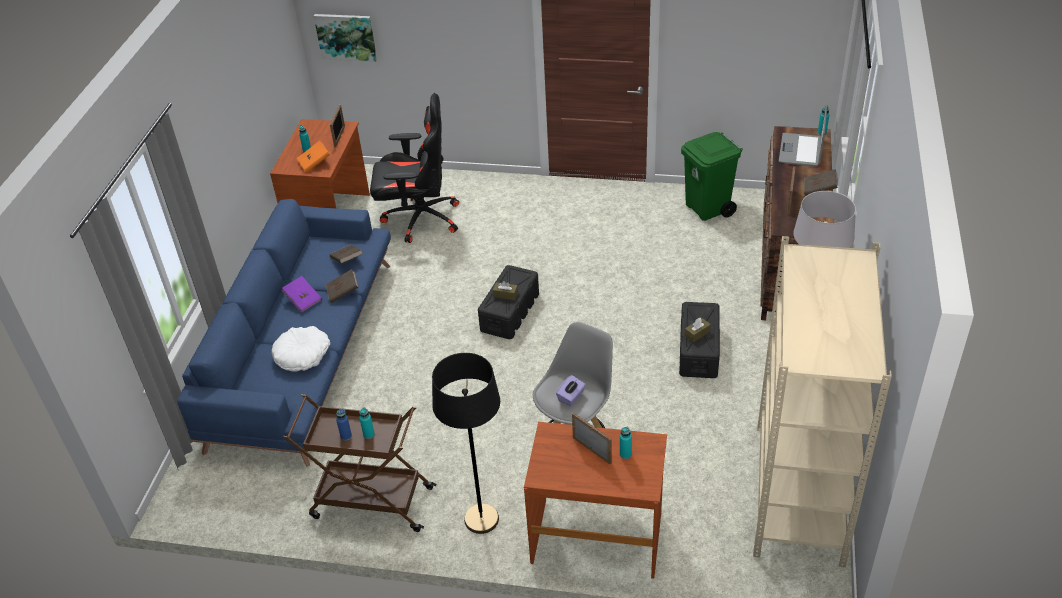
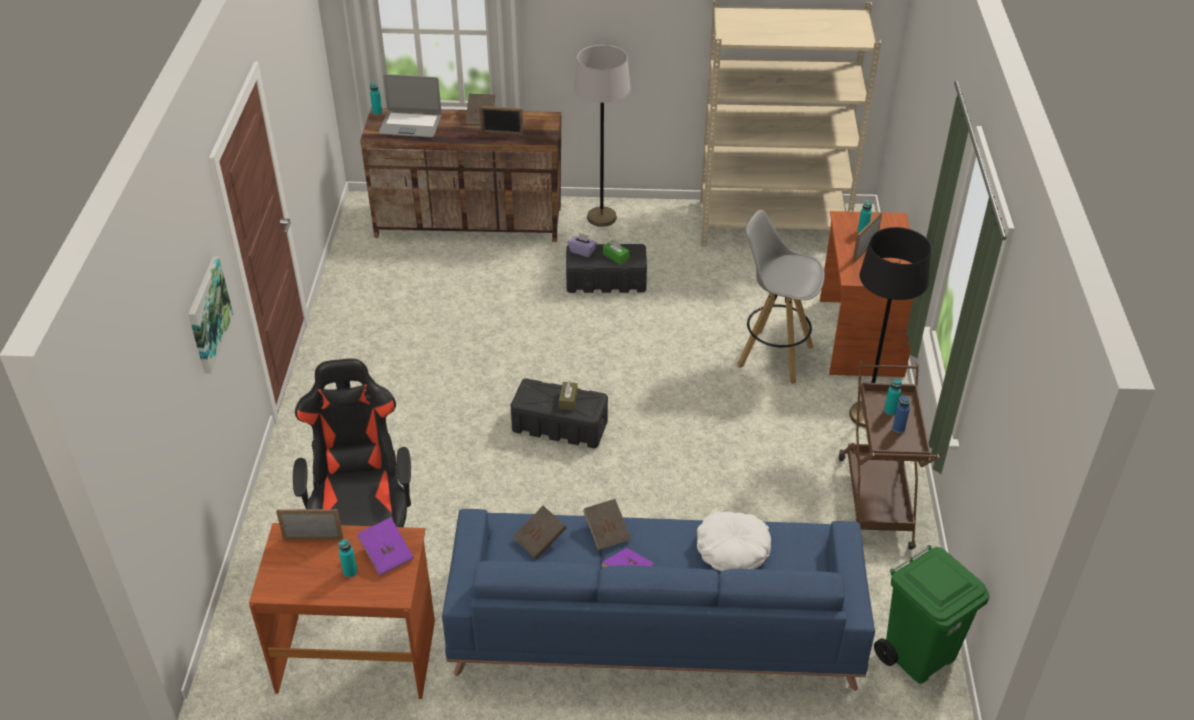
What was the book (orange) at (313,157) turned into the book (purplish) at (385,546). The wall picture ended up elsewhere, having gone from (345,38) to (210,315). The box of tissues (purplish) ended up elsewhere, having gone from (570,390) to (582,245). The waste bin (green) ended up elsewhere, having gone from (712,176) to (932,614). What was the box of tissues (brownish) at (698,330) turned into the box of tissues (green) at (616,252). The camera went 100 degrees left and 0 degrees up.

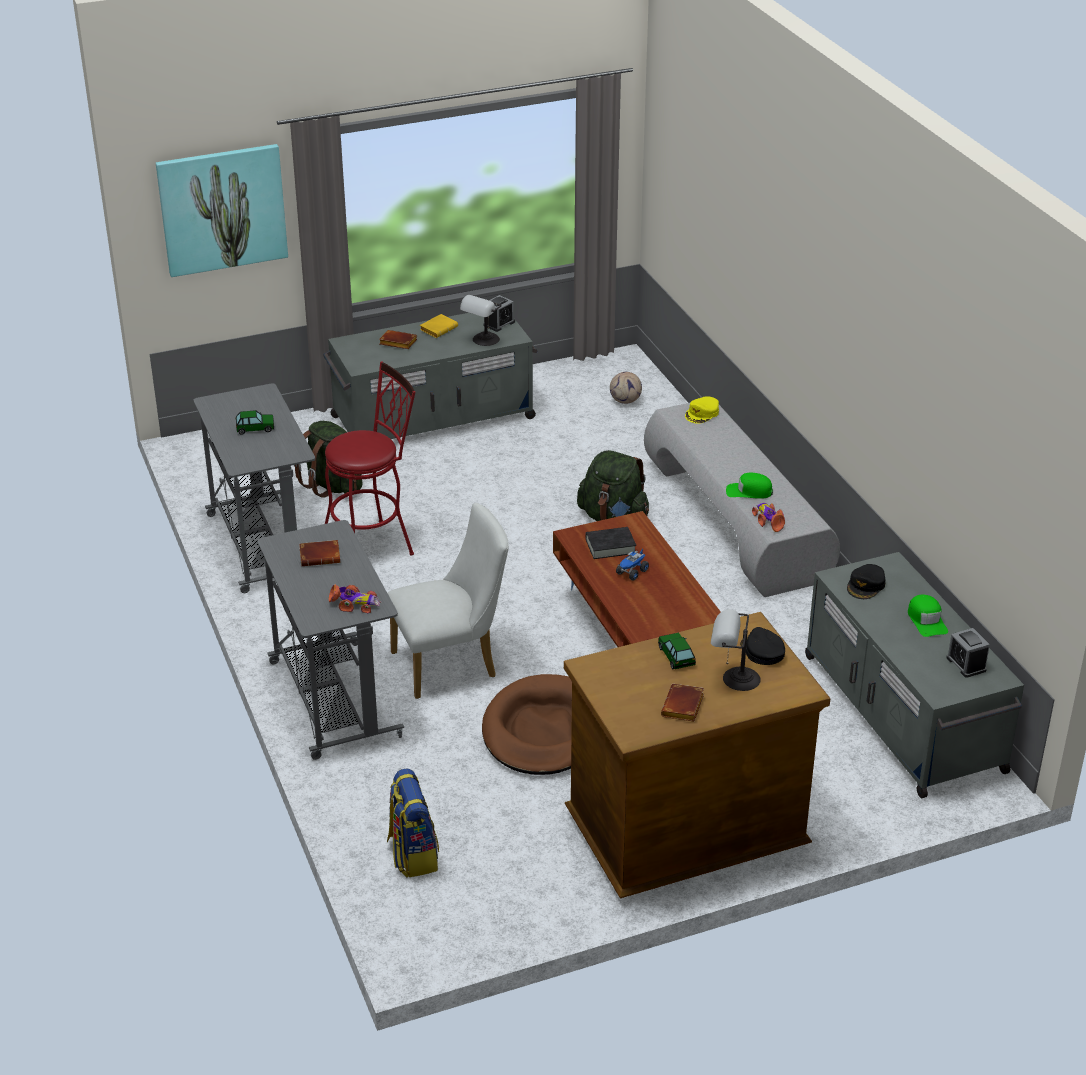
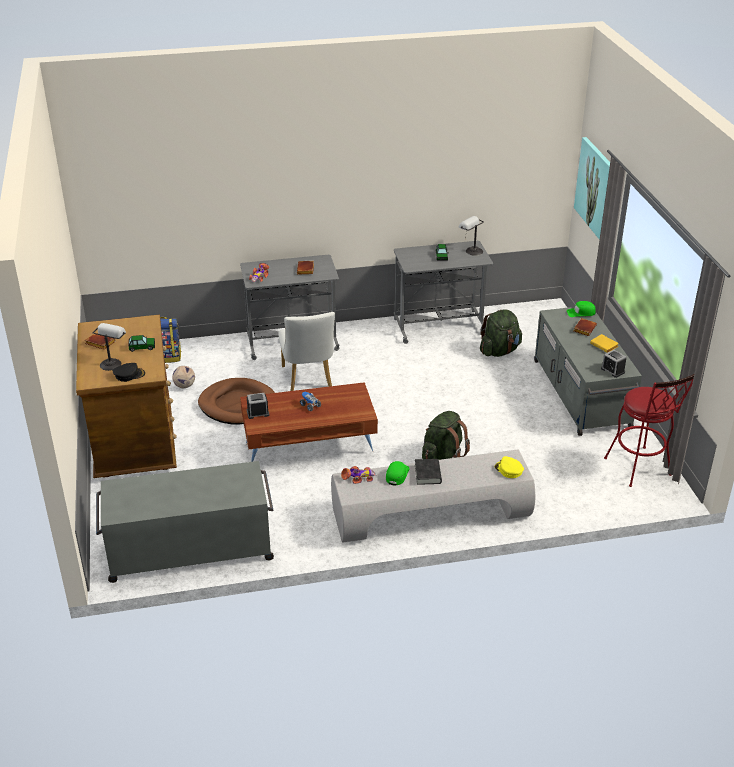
The stool seat (red) ended up elsewhere, having gone from (370,458) to (649,430). The tabletop lamp ended up elsewhere, having gone from (481,320) to (471,236). The book (black-coloured) ended up elsewhere, having gone from (610,543) to (428,472). The football ended up elsewhere, having gone from (626,388) to (183,377). The second view lost the cap (black-coloured) at (866,581). The cap (green) ended up elsewhere, having gone from (928,616) to (581,309). The table clock ended up elsewhere, having gone from (968,653) to (258,406). The camera went 100 degrees right and 0 degrees up.

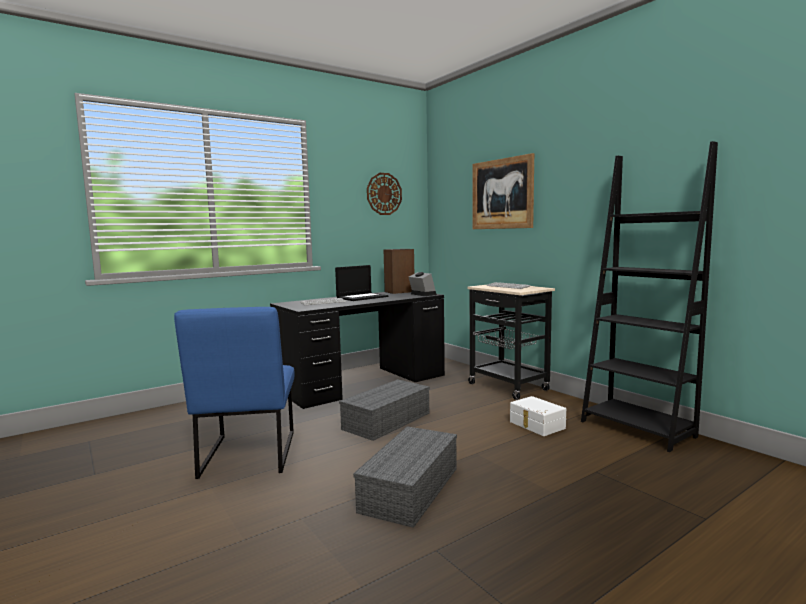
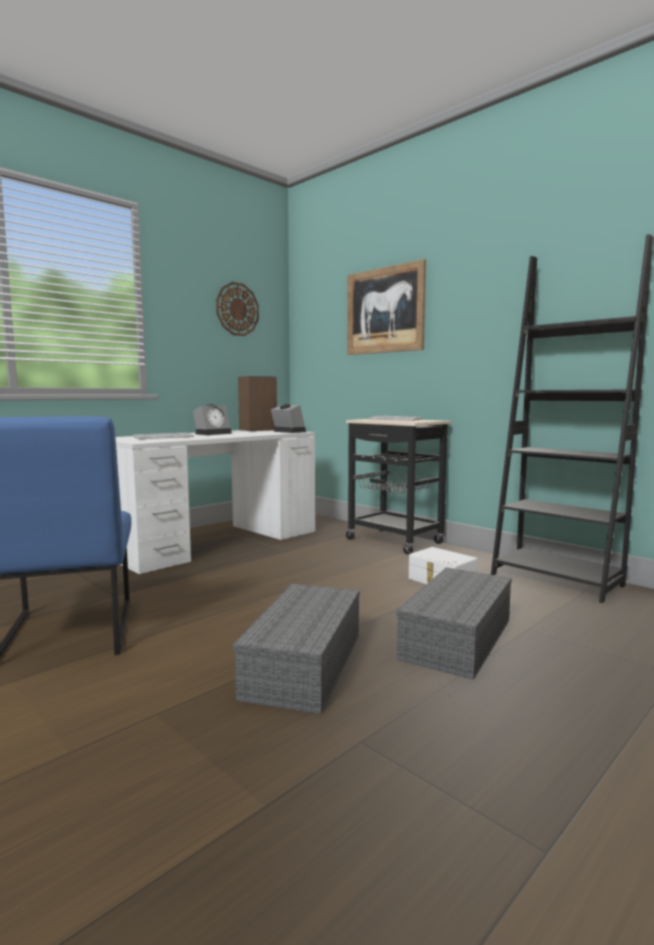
What was the desk unit (black-coloured) at (357,350) turned into the desk unit (white) at (215,502). Where the portable computer stood at (361,283), the table clock came to stand at (212,419). The storage bin (grey) ended up elsewhere, having gone from (384,410) to (454,623). The camera went 10 degrees left and 0 degrees up.

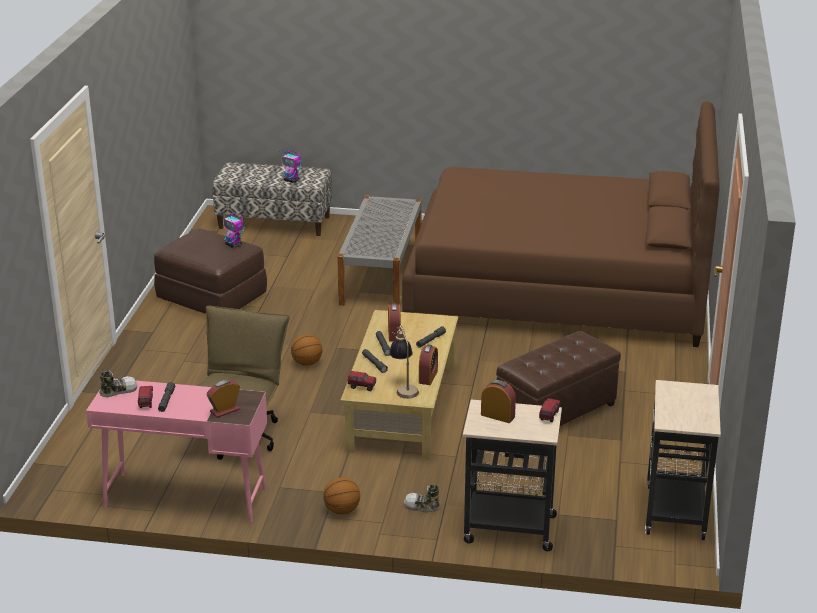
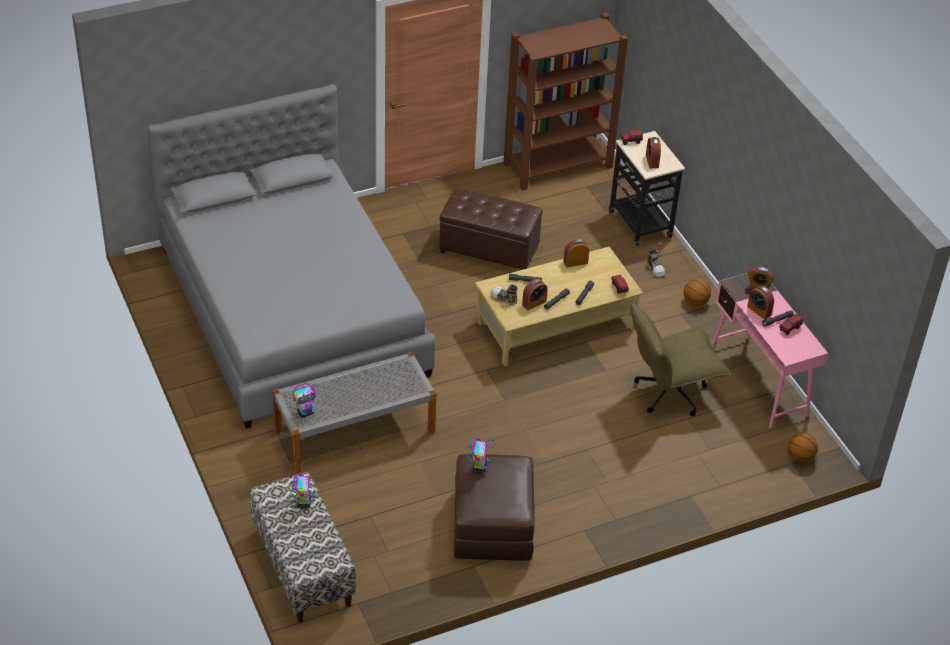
The shoe ended up elsewhere, having gone from (118,383) to (504,295). The basketball ball ended up elsewhere, having gone from (306,350) to (803,447). The second view lost the tabletop lamp at (404,362). What was the bedroom bed (brownish) at (561,224) turned into the bedroom bed (grey) at (291,256). Where the cart stood at (683,460), the bookcase (brownish) came to stand at (565,101). The second view gained the robot figure at (304,400). The second view gained the table clock at (760,303). The camera went 125 degrees left and 15 degrees up.

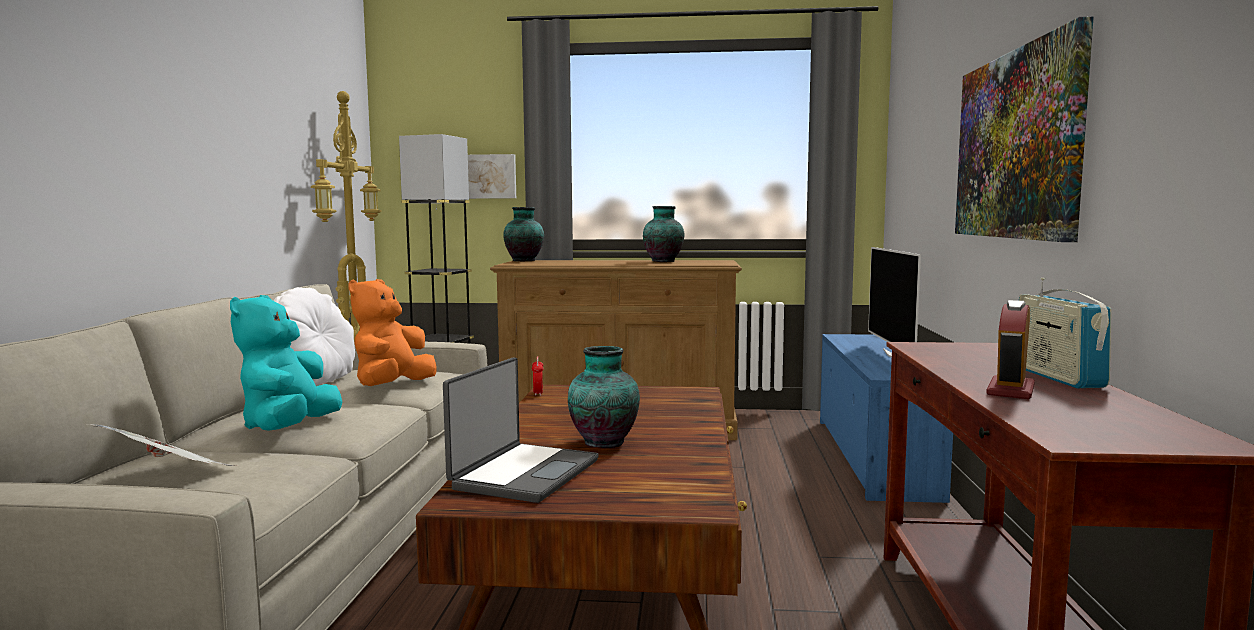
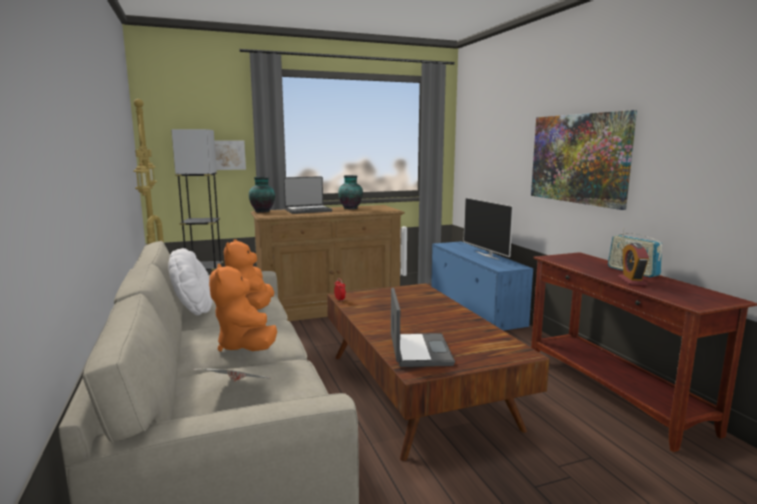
What was the soft toy (blue-green) at (286,363) turned into the soft toy (orange) at (243,307). The second view lost the decorative vase at (604,397). The second view gained the portable computer at (307,195). The camera went 25 degrees left and 5 degrees up.

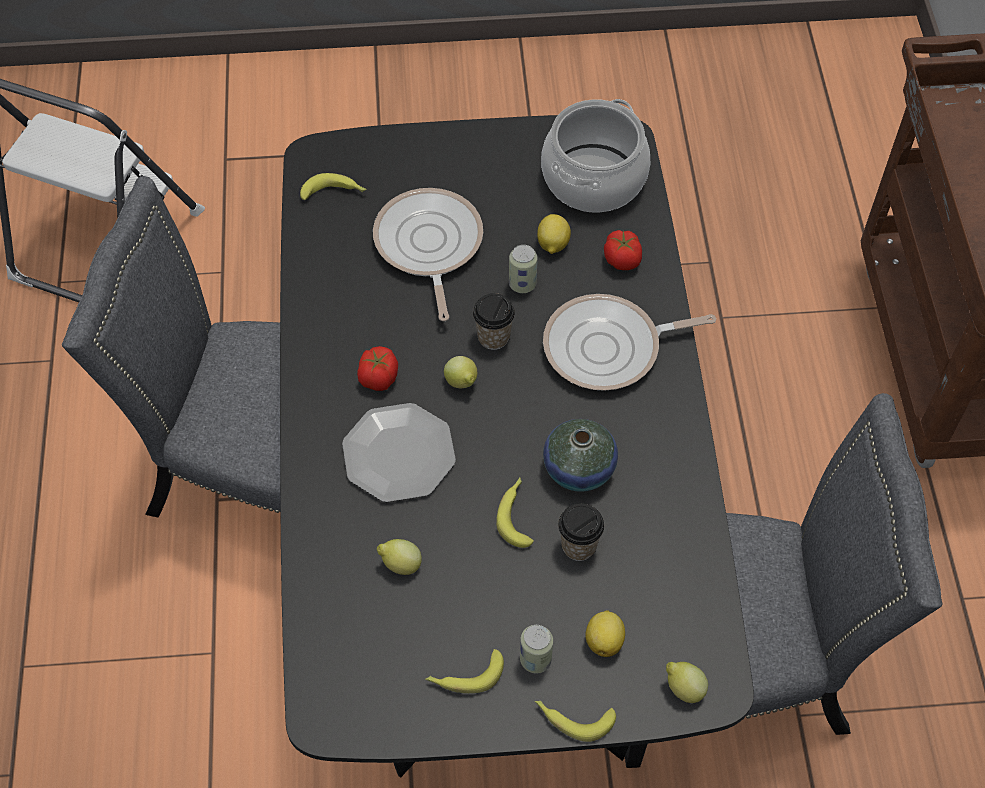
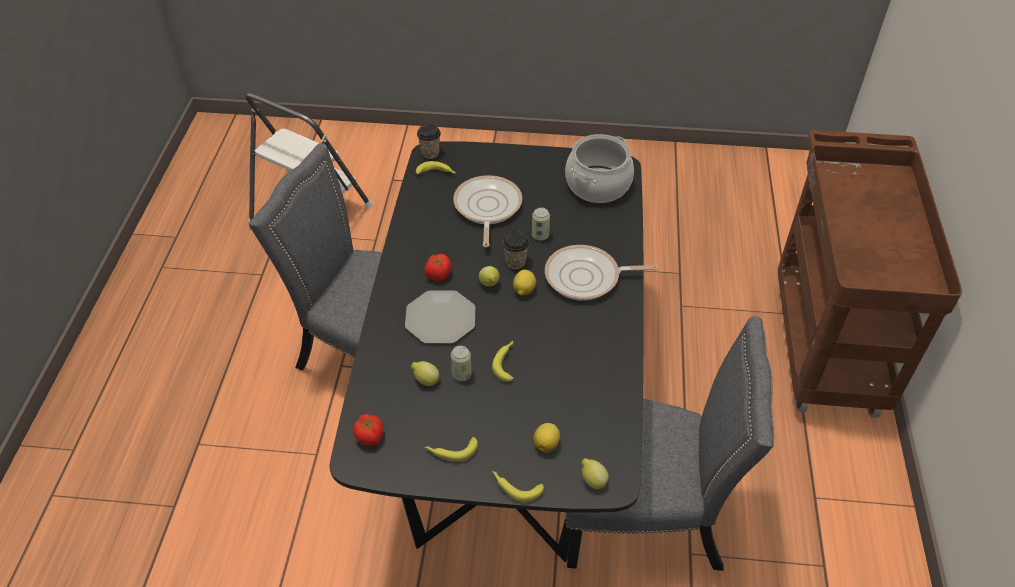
The can ended up elsewhere, having gone from (536,649) to (461,363). The lemon ended up elsewhere, having gone from (554,234) to (524,282). The second view lost the decorative vase at (580,455). The small cup ended up elsewhere, having gone from (581,532) to (429,141). The tomato ended up elsewhere, having gone from (623,250) to (368,430). The camera went 10 degrees right and 10 degrees down.

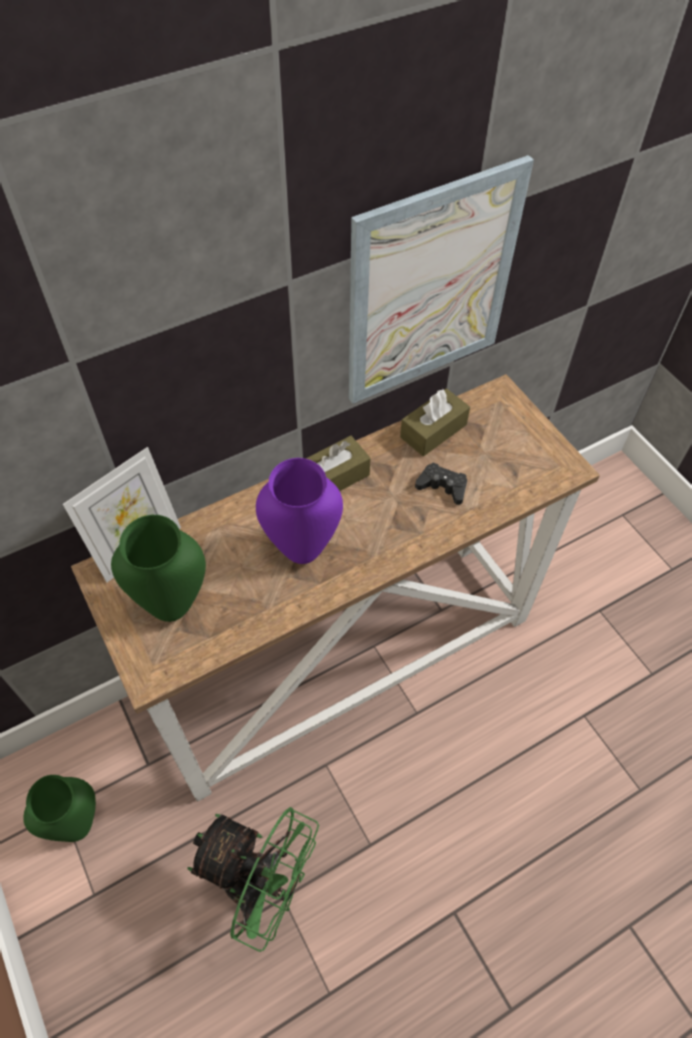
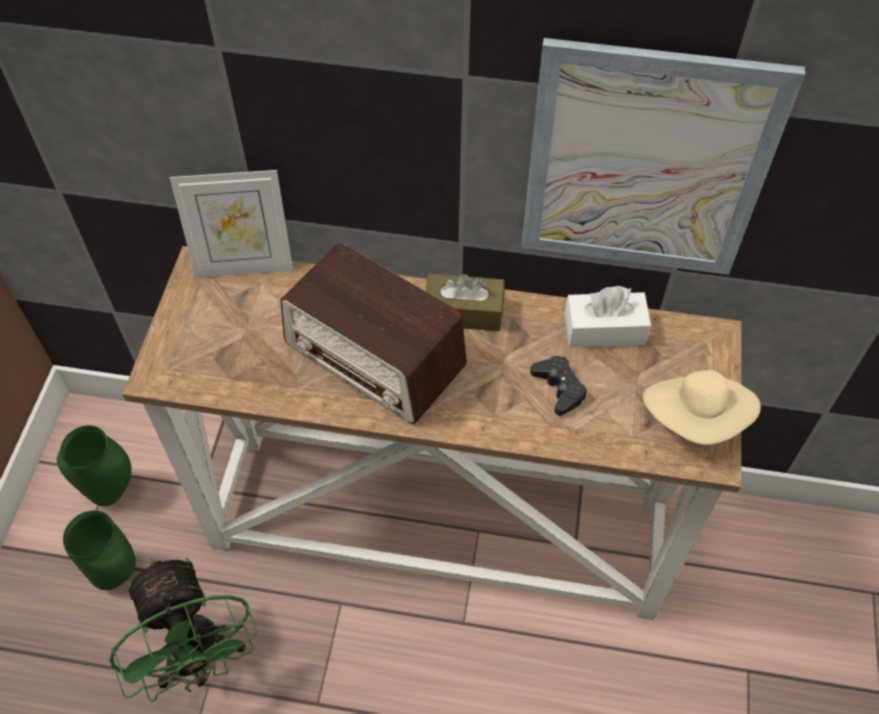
The decorative vase (green) ended up elsewhere, having gone from (158,568) to (99,550). Where the decorative vase (purplish) stood at (299,511), the radio receiver came to stand at (374,333). What was the box of tissues (brownish) at (435,422) turned into the box of tissues (white) at (607,316). The second view gained the wearable hat (beige-coloured) at (702,407). The camera went 40 degrees right and 0 degrees up.

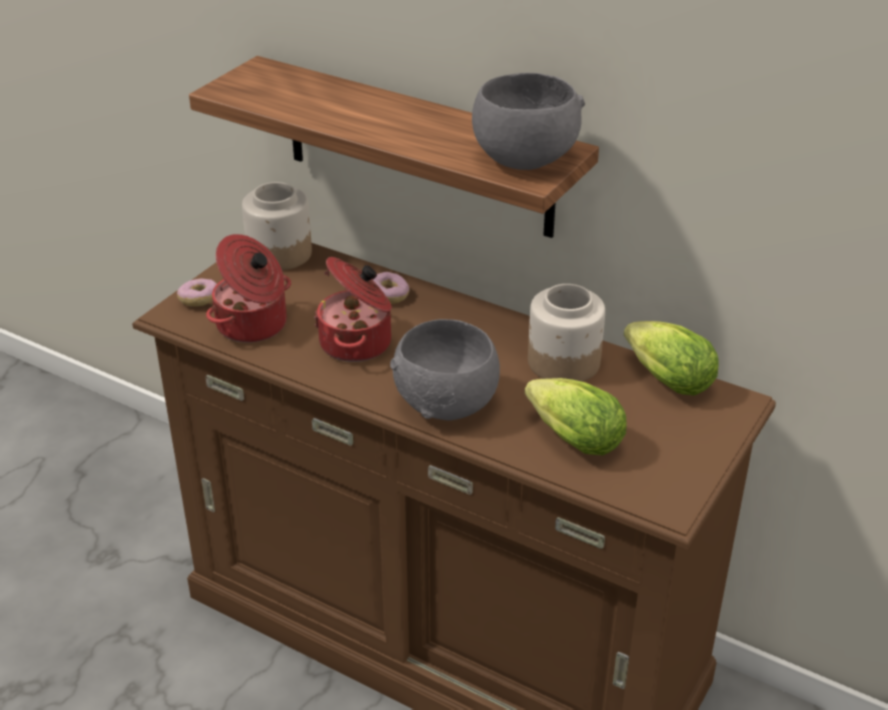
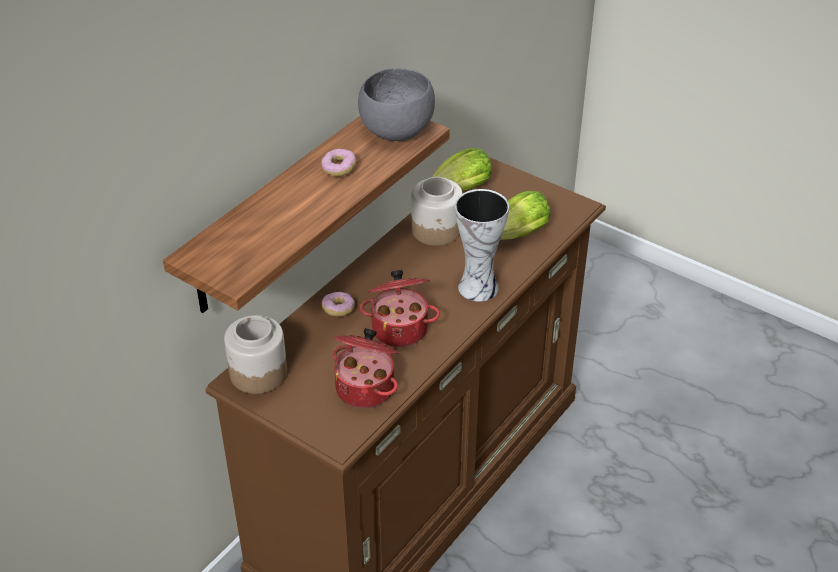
The ring doughnut ended up elsewhere, having gone from (197,293) to (338,163). Where the deep dish (grey) stood at (445,370), the decorative vase came to stand at (482,245). The camera went 85 degrees left and 5 degrees up.

